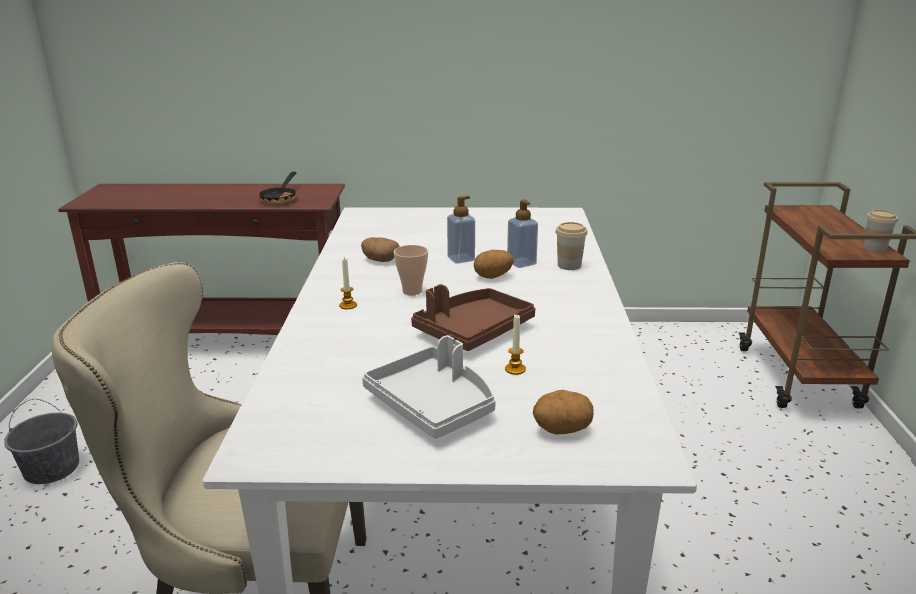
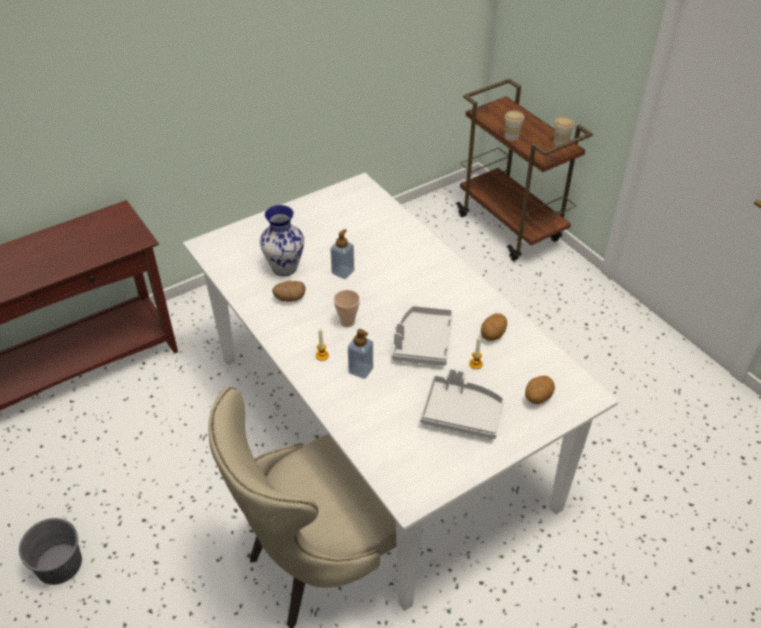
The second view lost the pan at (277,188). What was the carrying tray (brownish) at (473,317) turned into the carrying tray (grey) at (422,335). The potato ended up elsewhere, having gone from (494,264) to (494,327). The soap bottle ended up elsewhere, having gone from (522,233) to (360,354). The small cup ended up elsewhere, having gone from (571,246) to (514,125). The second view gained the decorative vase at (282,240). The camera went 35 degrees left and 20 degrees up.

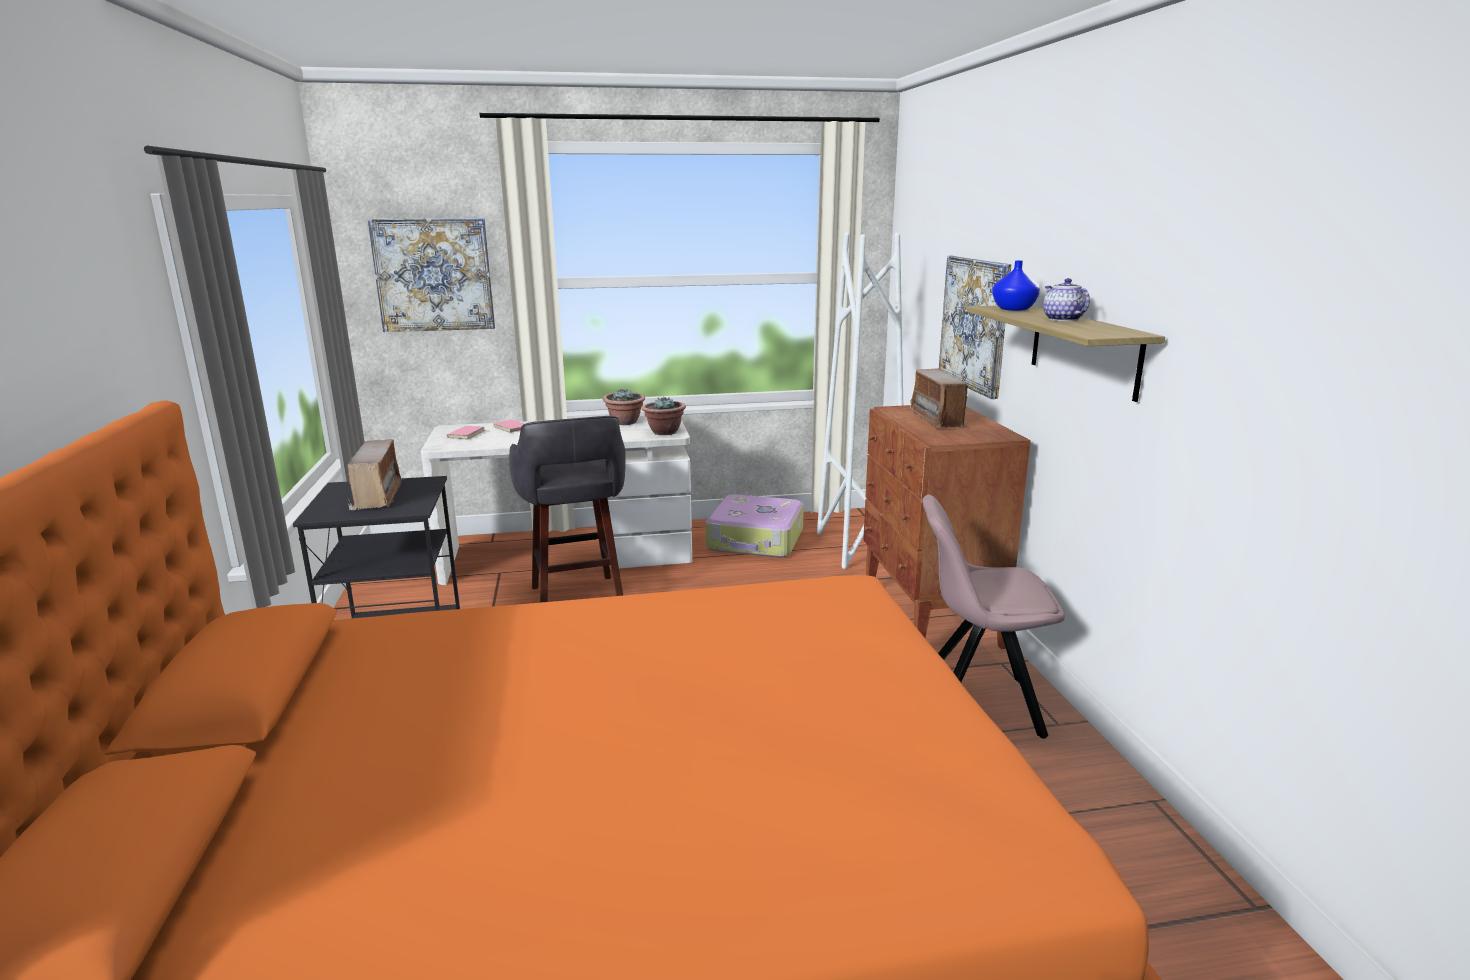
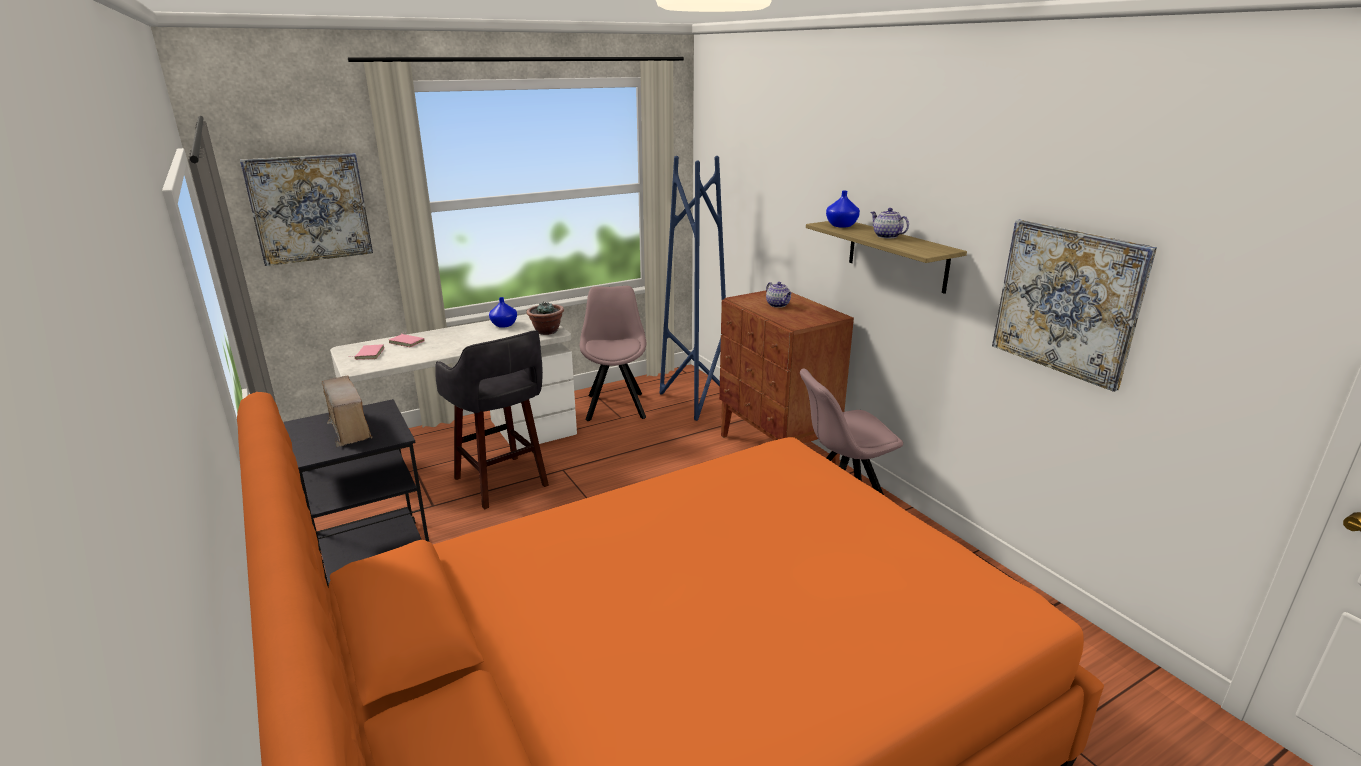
Where the potted plant stood at (624,406), the decorative vase (blue) came to stand at (503,312). Where the suitcase stood at (755,526), the chair (pink) came to stand at (613,353). What was the garment stand (white) at (860,400) turned into the garment stand (blue) at (693,288). Where the radio receiver stood at (939,399), the teapot came to stand at (779,295). The wall picture ended up elsewhere, having gone from (975,327) to (1074,305). The camera went 20 degrees left and 5 degrees up.

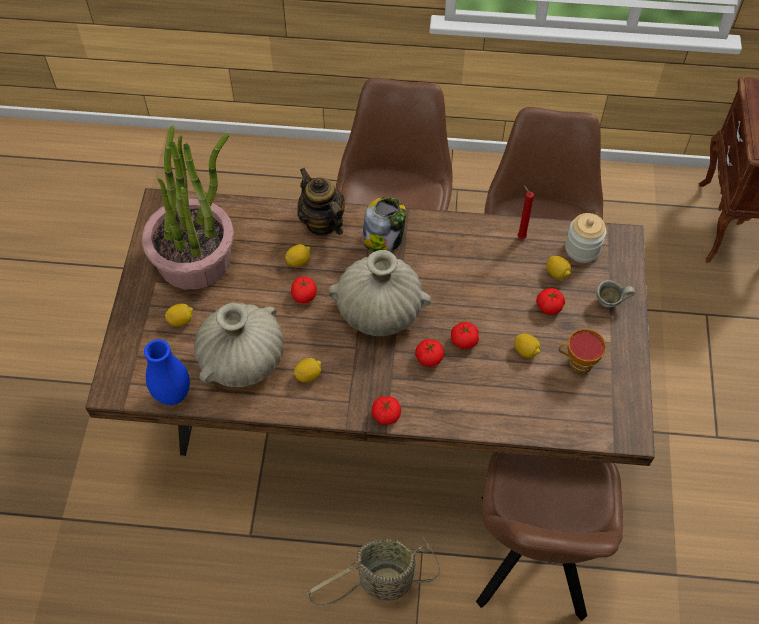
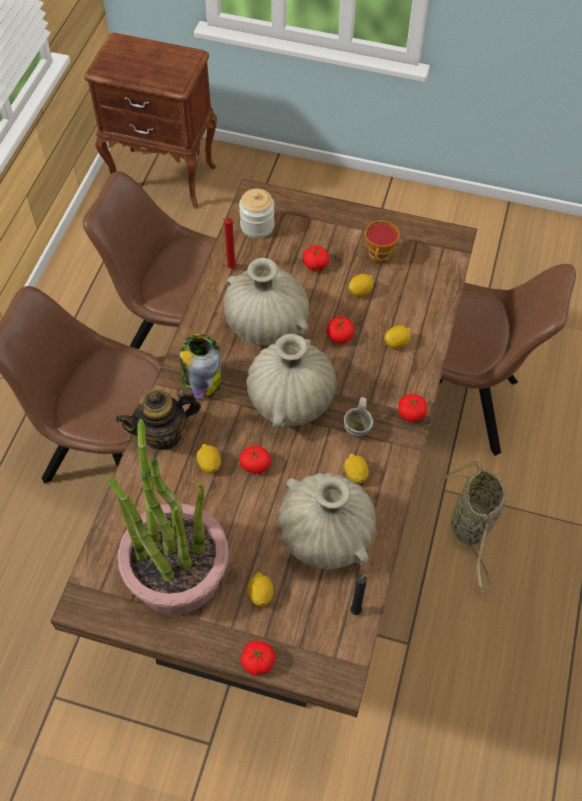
Where the decorative vase (blue) stood at (167,372), the candle (black-coloured) came to stand at (361,594). The tomato ended up elsewhere, having gone from (429,353) to (258,658). The lemon ended up elsewhere, having gone from (558,267) to (397,337). The mug (grey) ended up elsewhere, having gone from (616,294) to (358,417). The second view gained the decorative vase (beige-coloured) at (266,301). The camera went 80 degrees left and 0 degrees up.

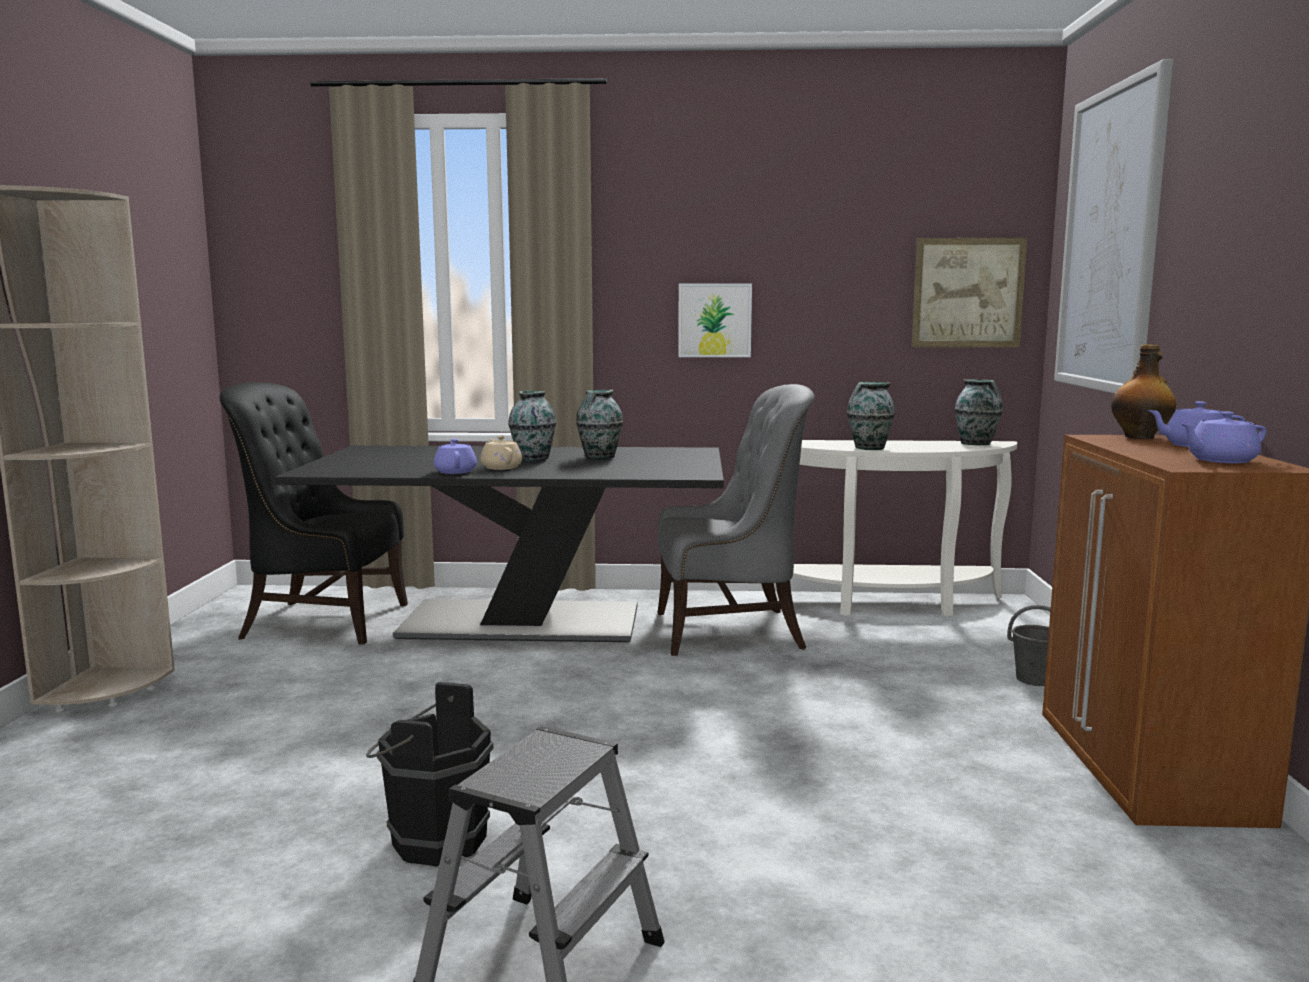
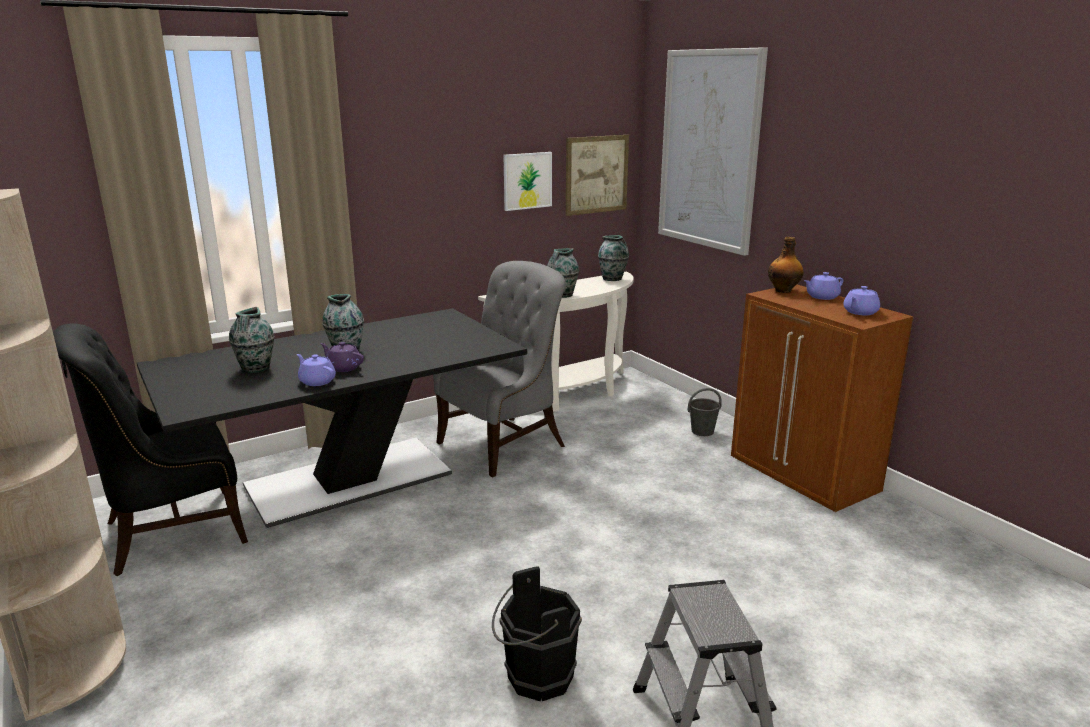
What was the teapot (beige-coloured) at (501,453) turned into the teapot (purplish) at (342,357). The decorative vase ended up elsewhere, having gone from (599,424) to (252,340). The wall picture ended up elsewhere, having gone from (715,320) to (527,181). The camera went 35 degrees left and 10 degrees up.

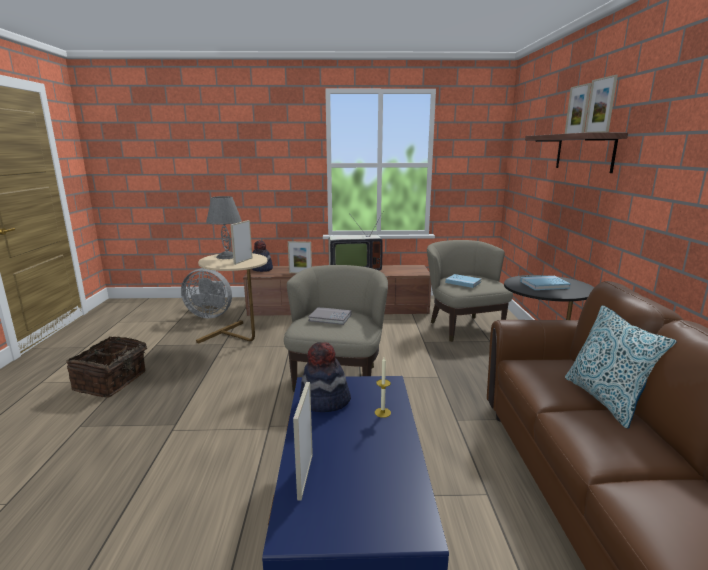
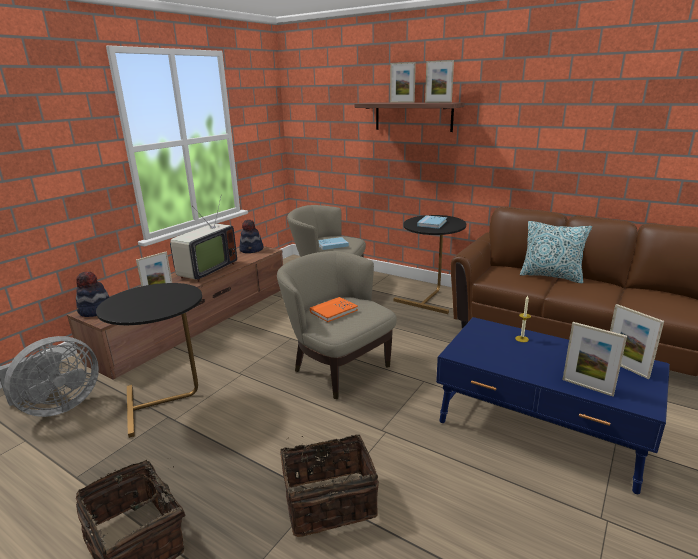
What was the side table (beige-coloured) at (231,298) turned into the side table (black-coloured) at (149,360). The second view lost the tabletop lamp (grey) at (224,227). The standing frame ended up elsewhere, having gone from (241,242) to (637,341). The wearable hat ended up elsewhere, having gone from (325,377) to (251,236). What was the book (grey) at (329,316) turned into the book (orange) at (334,309). The second view gained the household basket at (329,485). The camera went 55 degrees left and 5 degrees up.

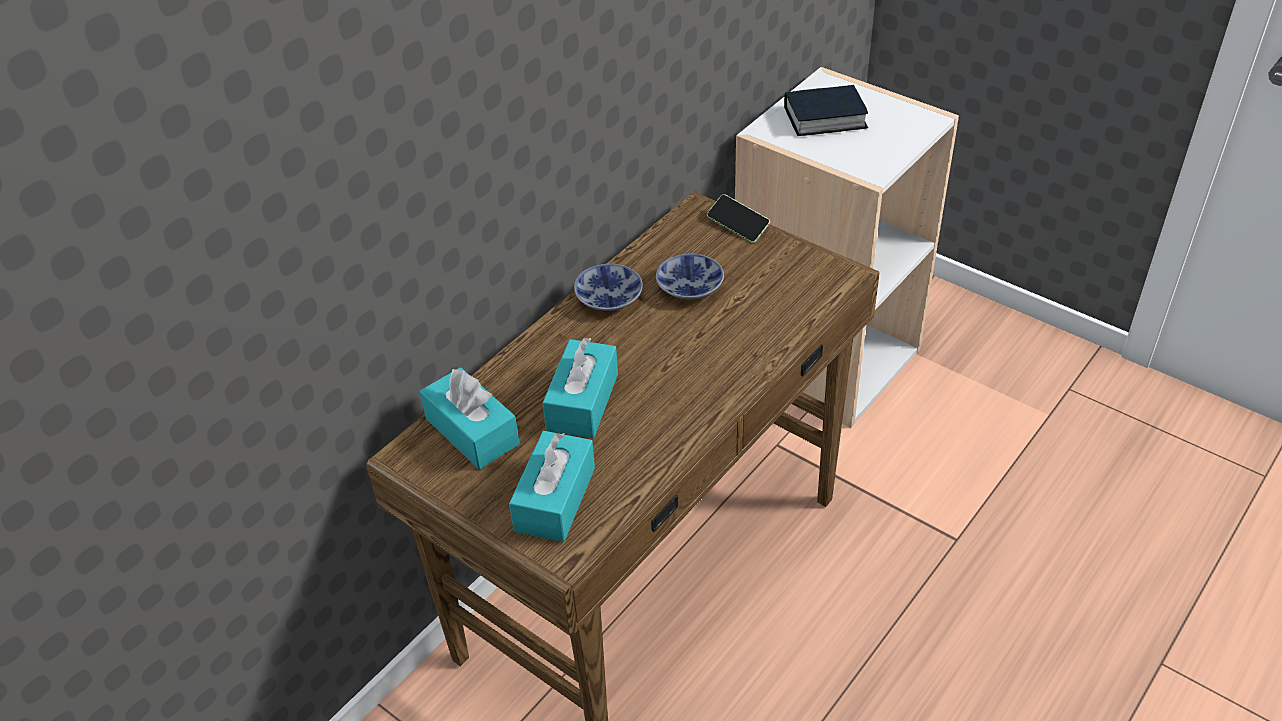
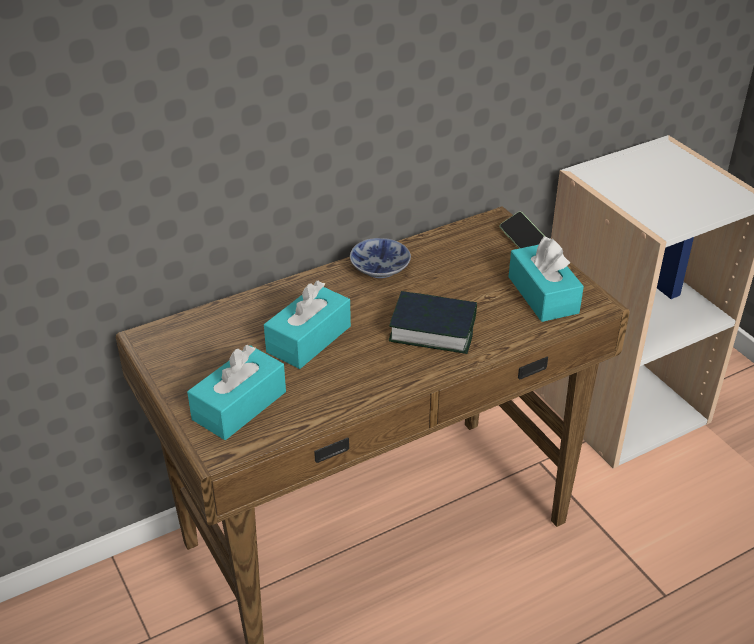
The box of tissues (blue-green) ended up elsewhere, having gone from (470,418) to (546,279). The second view lost the deep dish at (690,277). The book ended up elsewhere, having gone from (826,110) to (433,322). The camera went 20 degrees right and 5 degrees down.

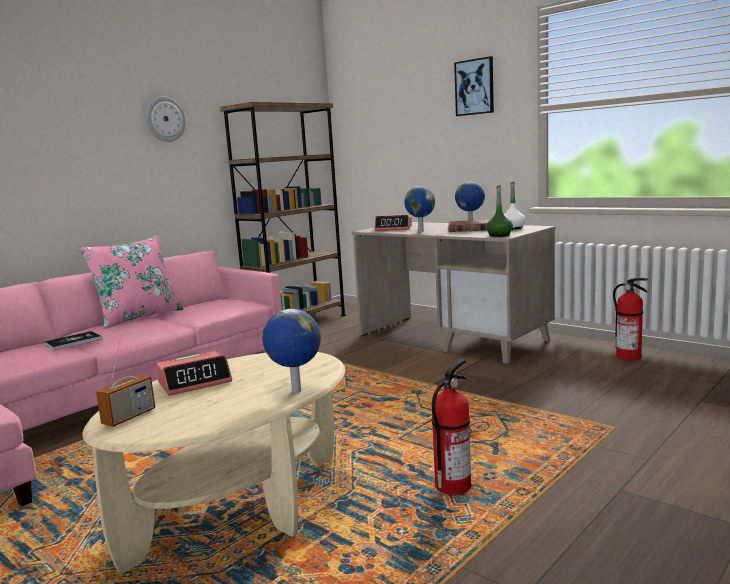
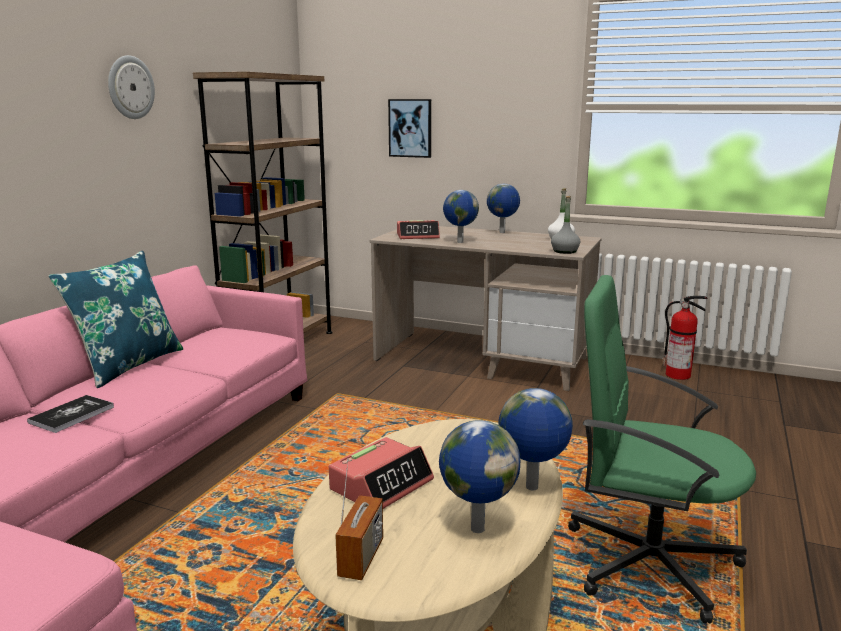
What was the pillow (pink) at (130,282) turned into the pillow (blue) at (115,319). Where the fire extinguisher stood at (451,427), the desk chair (green) came to stand at (662,449). The second view lost the book (brownish) at (469,225). The wall picture ended up elsewhere, having gone from (474,86) to (409,128). What was the drink bottle (green) at (499,211) turned into the drink bottle (grey) at (565,225). The second view gained the globe at (479,476). The camera went 20 degrees left and 5 degrees up.

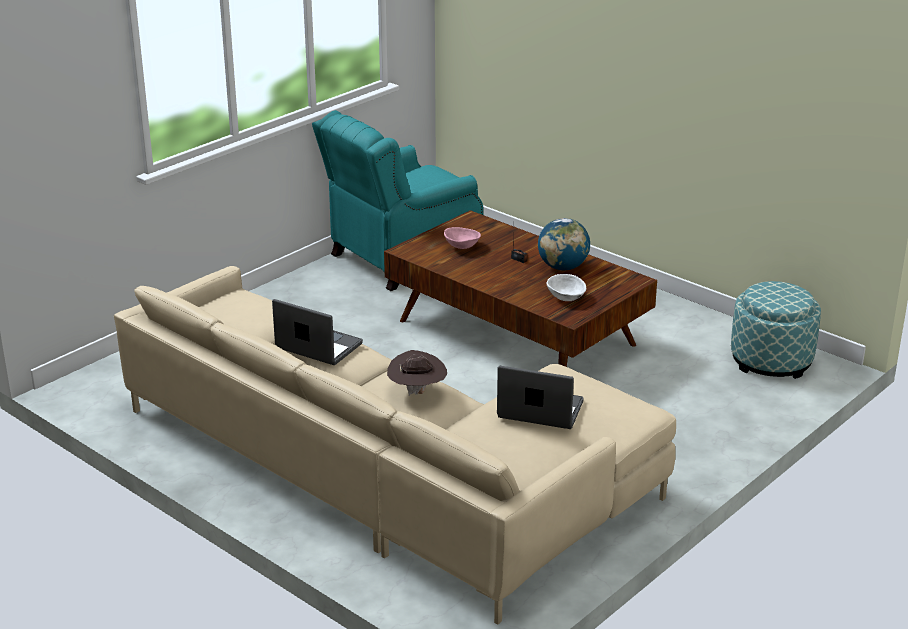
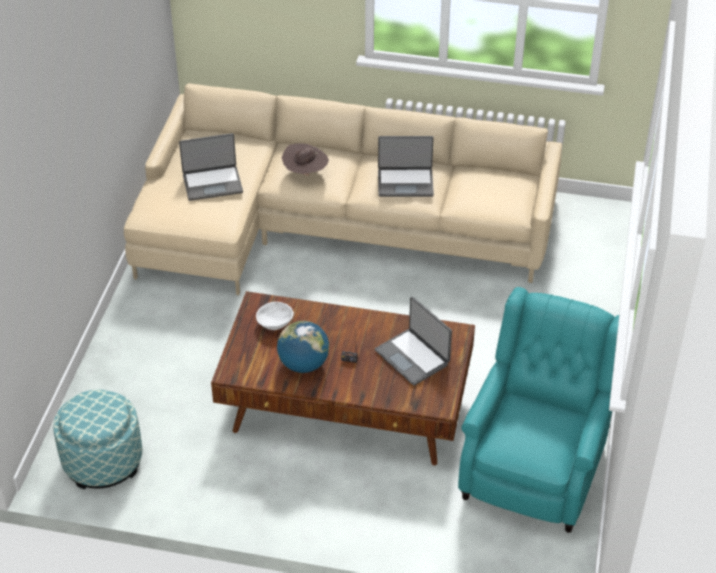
Where the deep dish (pink) stood at (462,238), the portable computer came to stand at (413,341). The camera went 150 degrees right and 15 degrees up.

